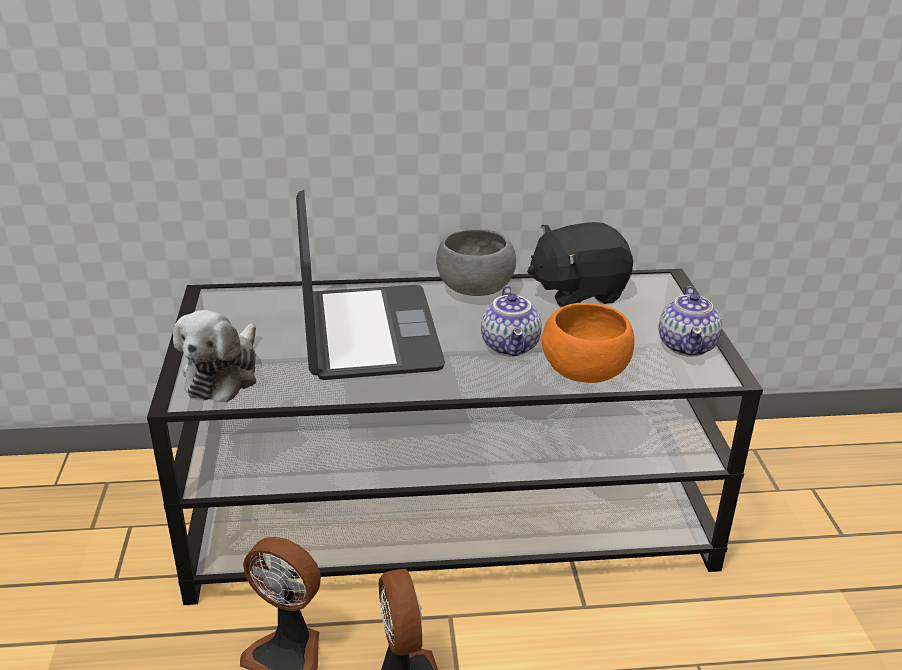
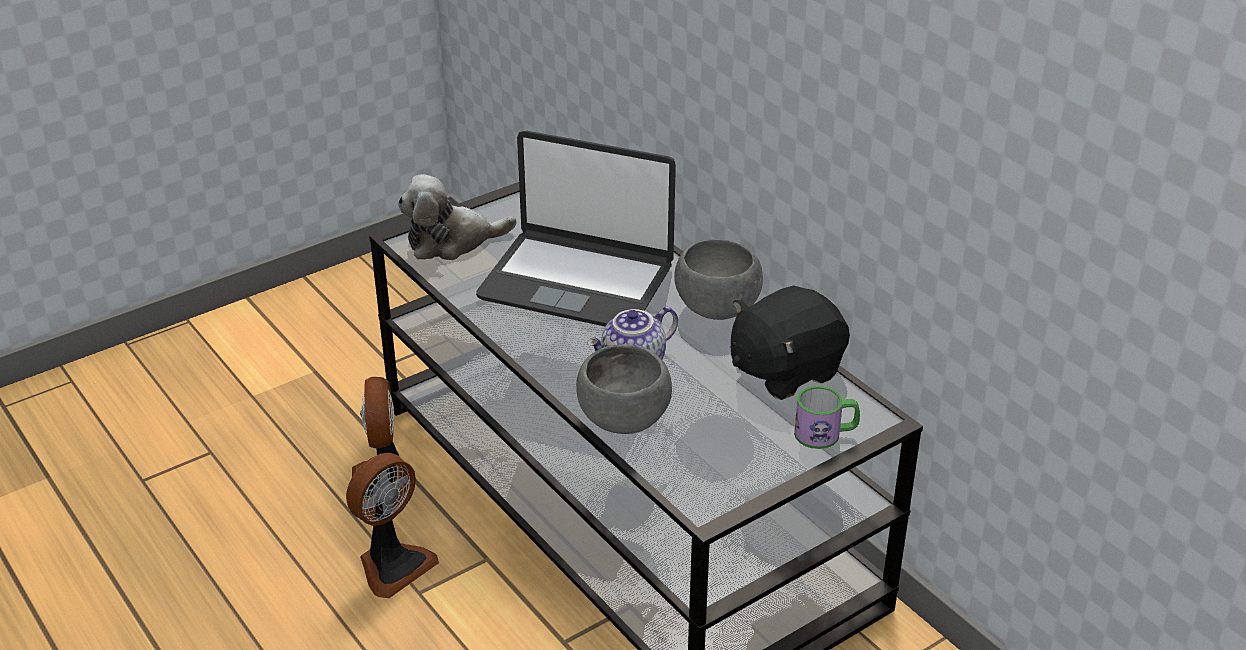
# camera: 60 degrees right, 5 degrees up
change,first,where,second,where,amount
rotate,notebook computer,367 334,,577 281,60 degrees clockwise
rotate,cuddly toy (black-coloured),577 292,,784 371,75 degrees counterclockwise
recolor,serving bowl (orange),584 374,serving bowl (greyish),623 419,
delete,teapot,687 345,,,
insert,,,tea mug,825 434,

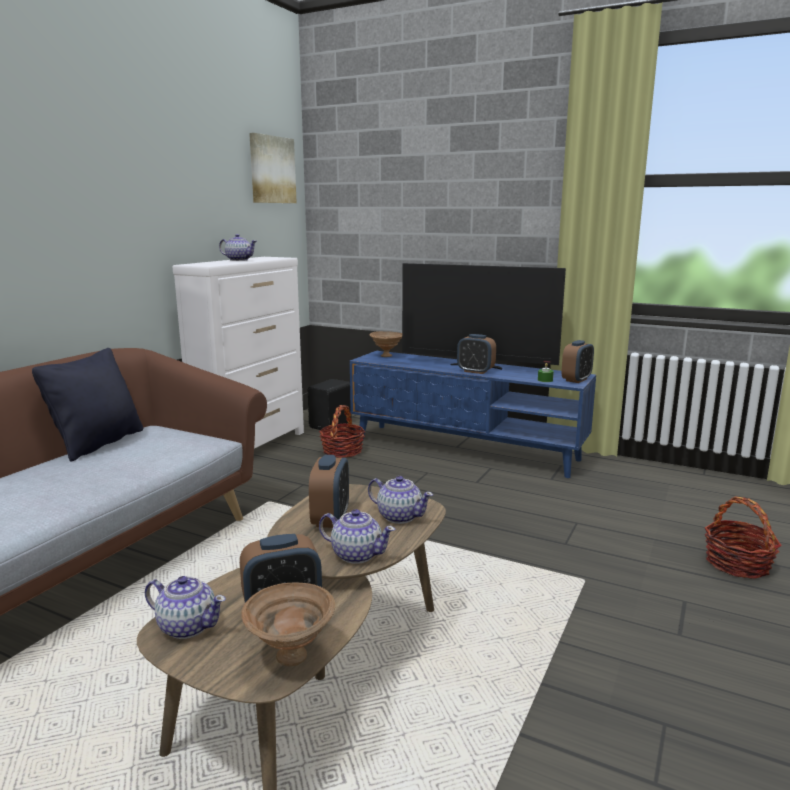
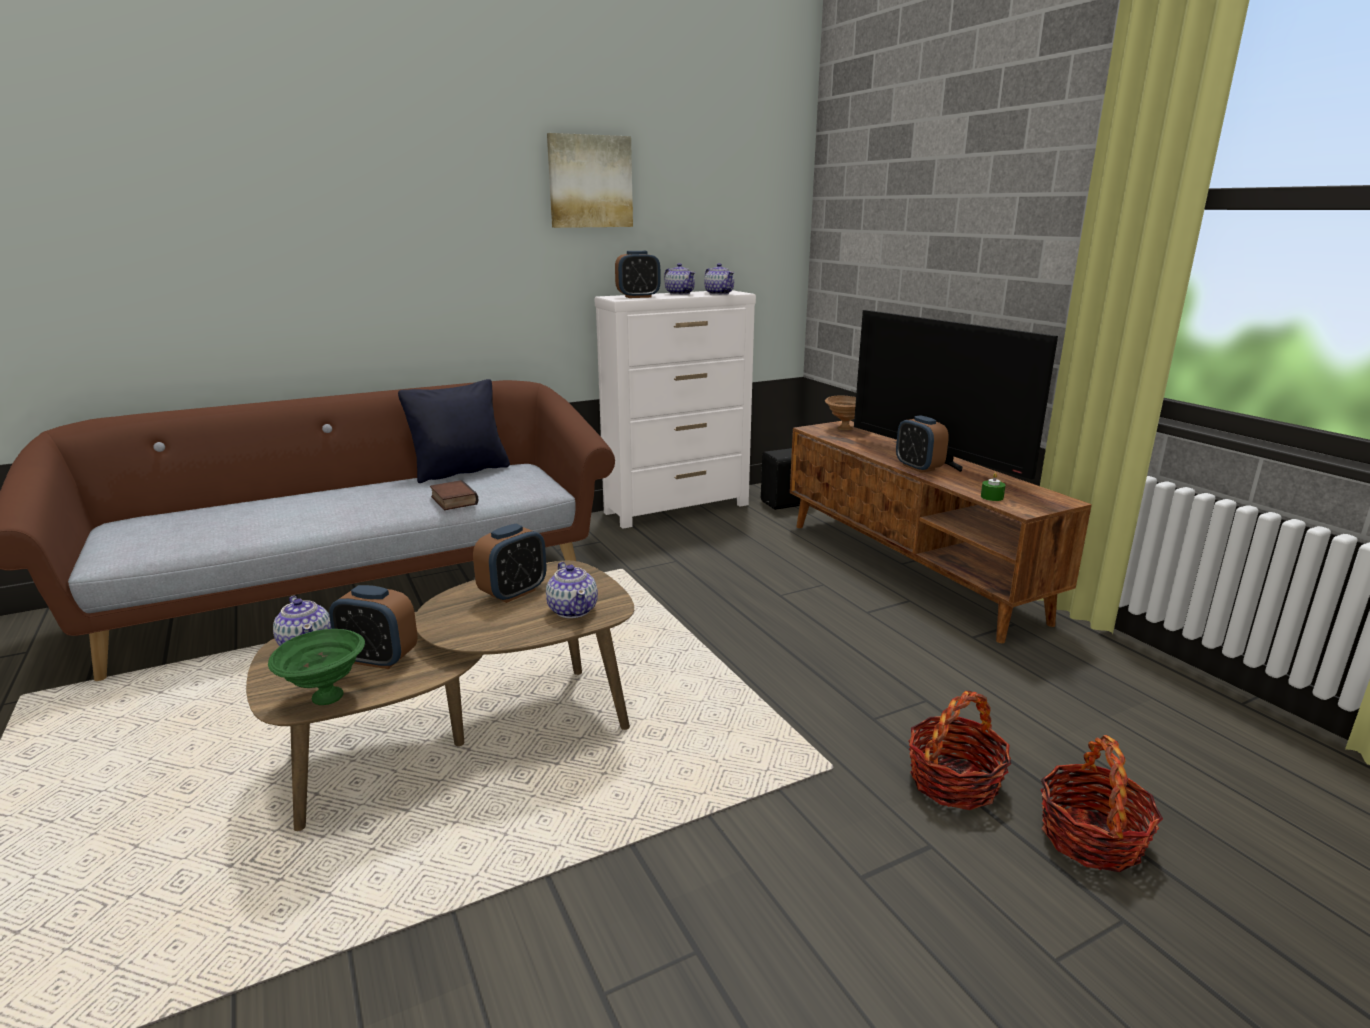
# camera: 35 degrees right, 5 degrees up
change,first,where,second,where,amount
recolor,serving bowl (brown),292 658,serving bowl (greenish),325 698,
move,picture,271 170,,590 182,
move,basket,342 451,,953 782,
move,teapot,356 554,,719 293,
recolor,media console (bluish),466 449,media console (brown),910 569,
move,bedside clock,576 380,,638 297,
insert,,,book,452 500,

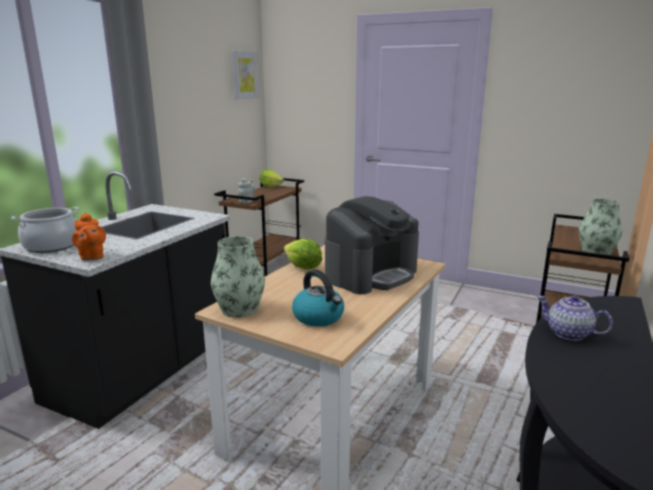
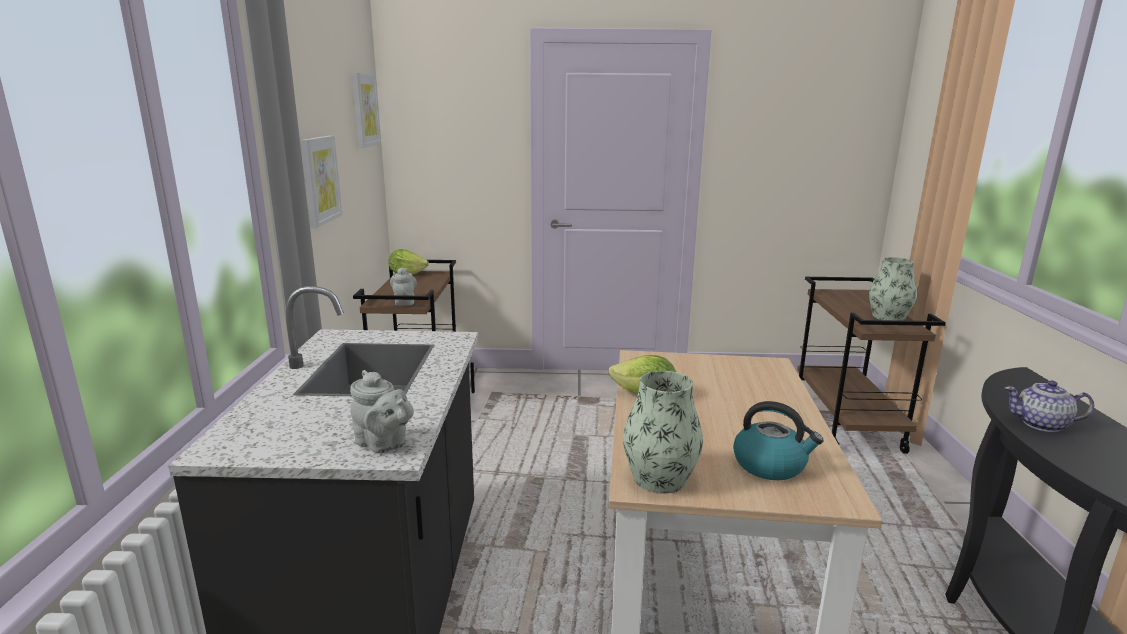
# camera: 25 degrees left, 0 degrees up
change,first,where,second,where,amount
delete,stockpot,52 246,,,
recolor,teapot (orange),91 257,teapot (greyish),384 444,
delete,coffee maker,371 274,,,
insert,,,picture,320 180,

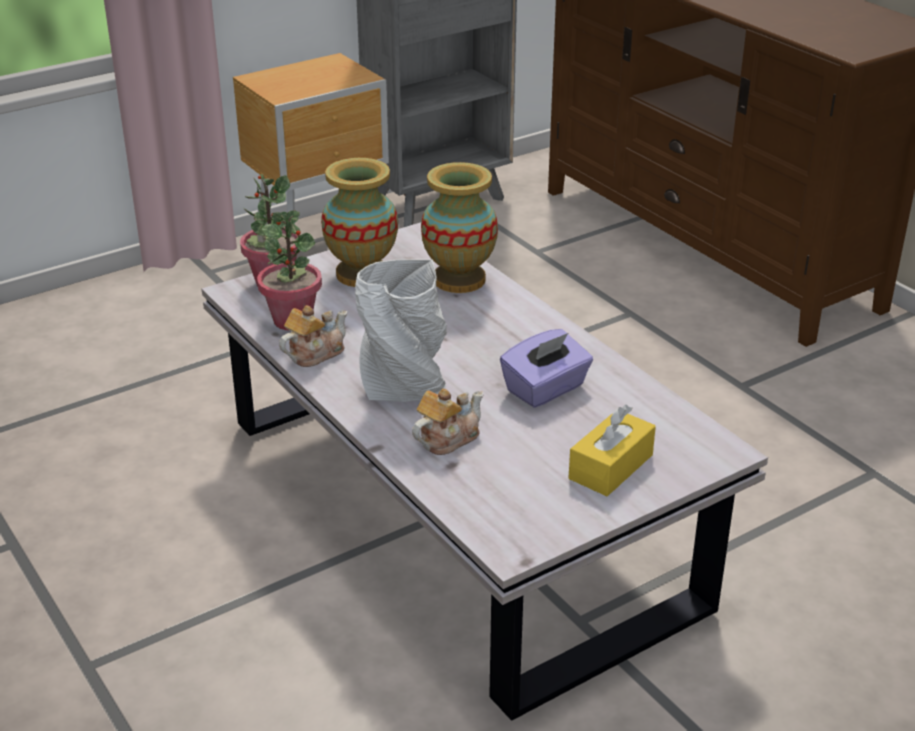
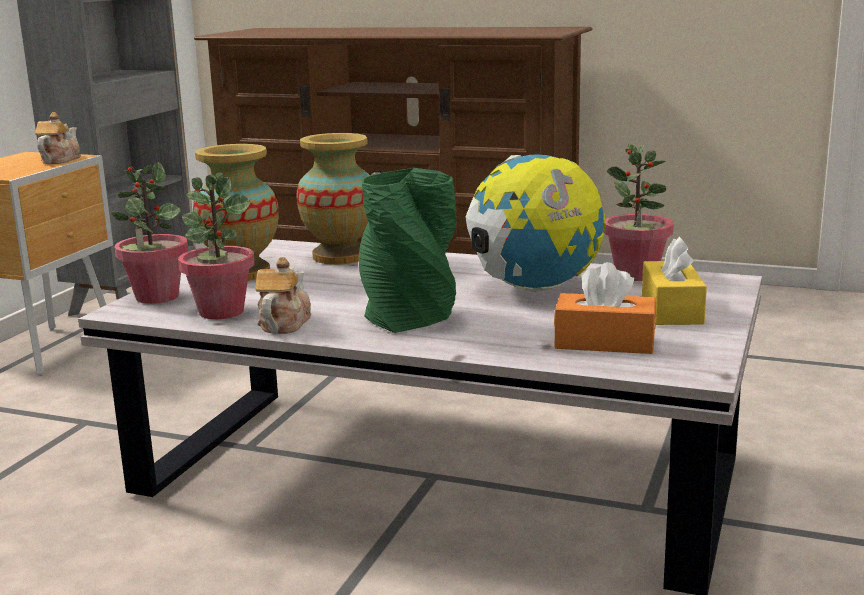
# camera: 35 degrees left, 15 degrees down
change,first,where,second,where,amount
recolor,flower vase (greyish),404 386,flower vase (greenish),411 318,
move,teapot,447 439,,59 160,
replace,box of tissues (purple-coloured),546 389,globe,534 288,
insert,,,box of tissues (orange),604 342,
insert,,,plant in a pot,636 275,

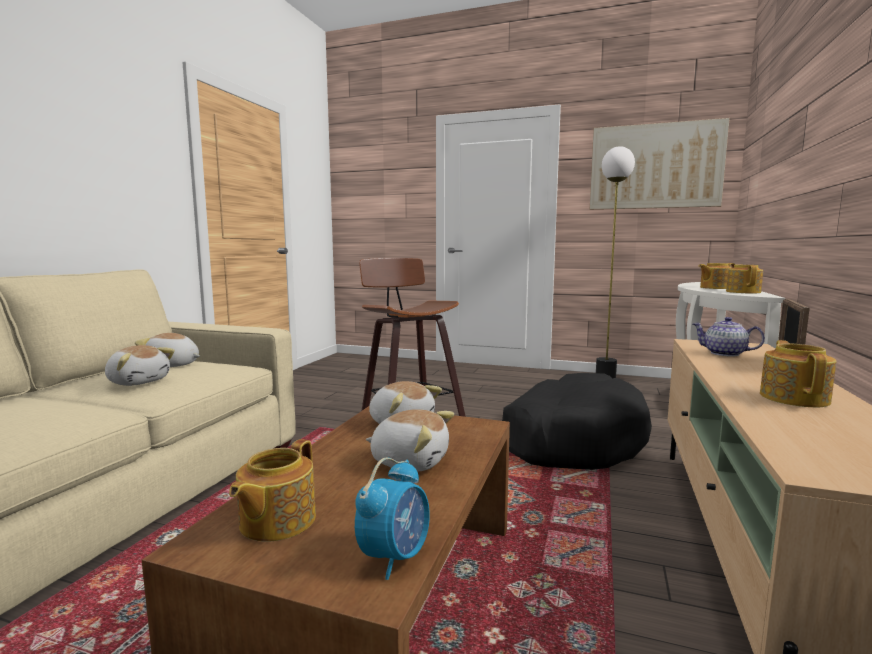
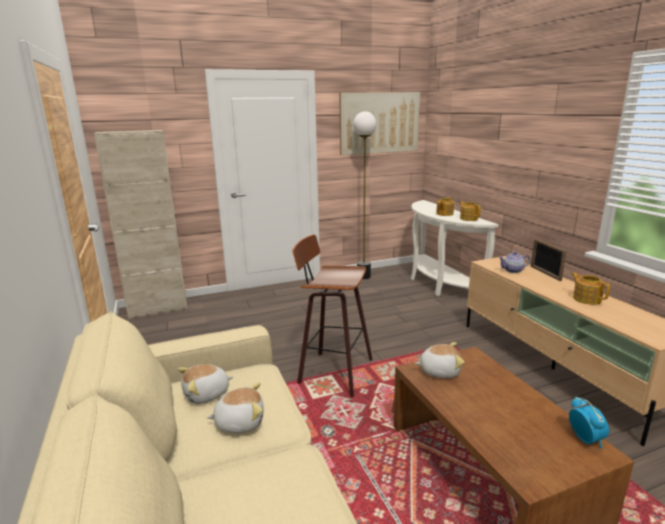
# camera: 40 degrees left, 10 degrees up
change,first,where,second,where,amount
delete,teapot,276 521,,,
delete,cuddly toy,410 461,,,
delete,dog cushion (black-coloured),571 439,,,
insert,,,cupboard (beige-coloured),158 308,

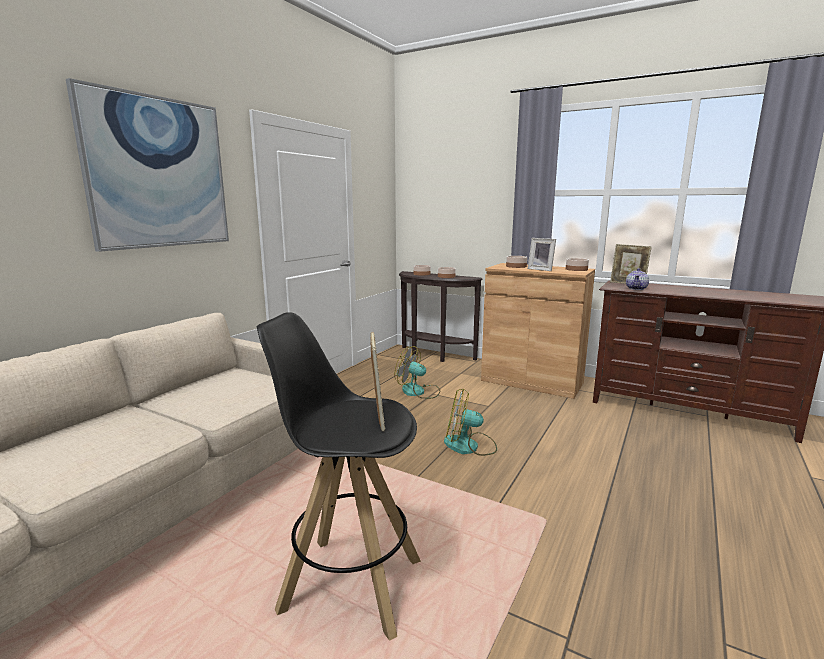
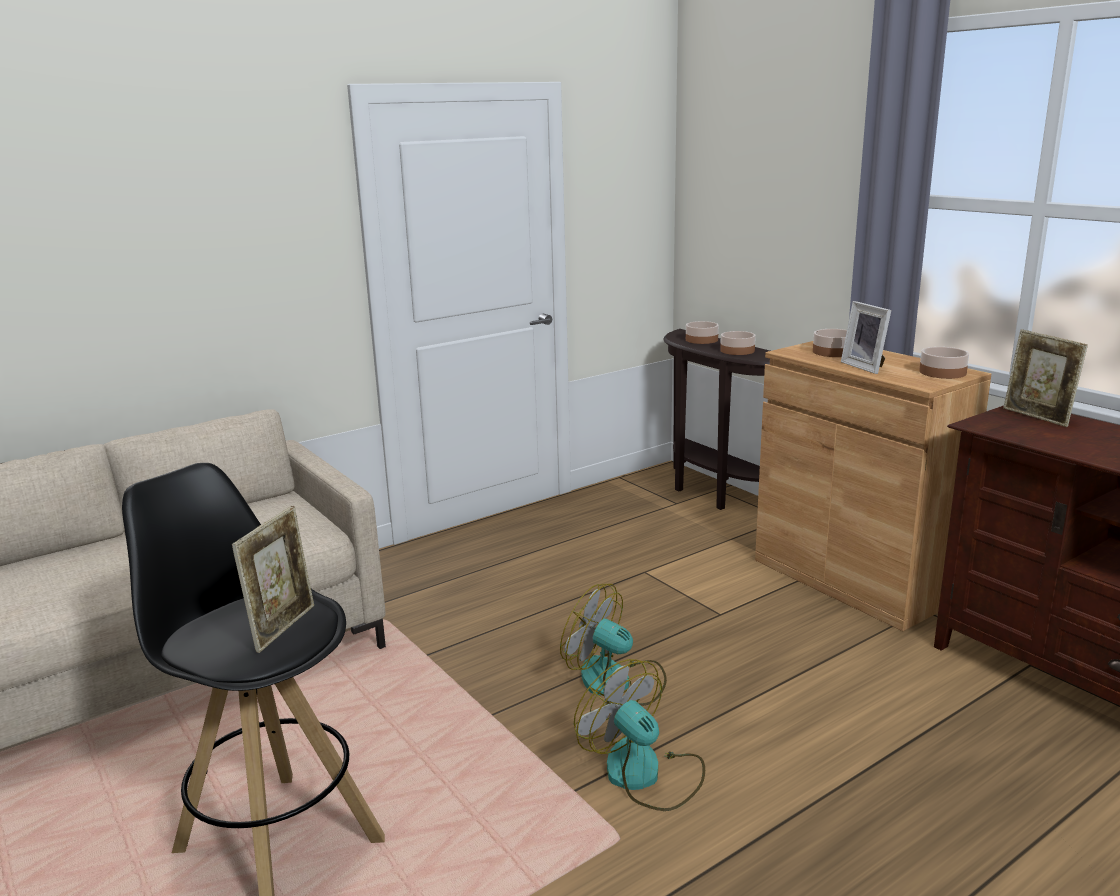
# camera: 25 degrees right, 5 degrees up
change,first,where,second,where,amount
delete,picture,158 173,,,
move,fan,418 392,,644 775,
delete,teapot,636 288,,,

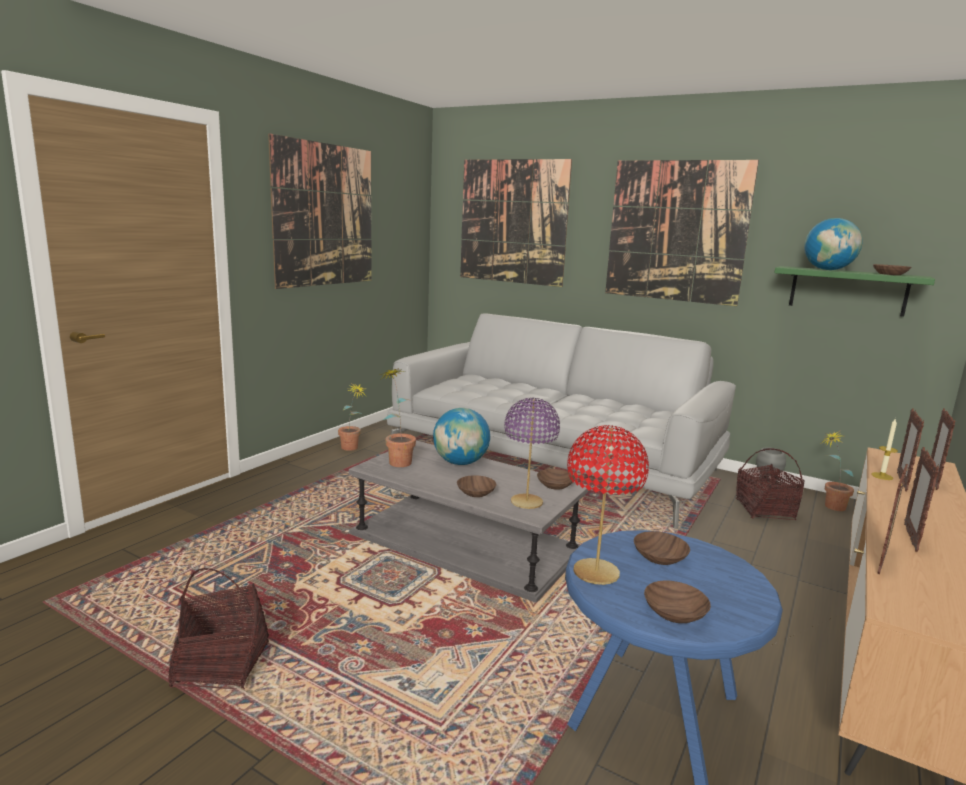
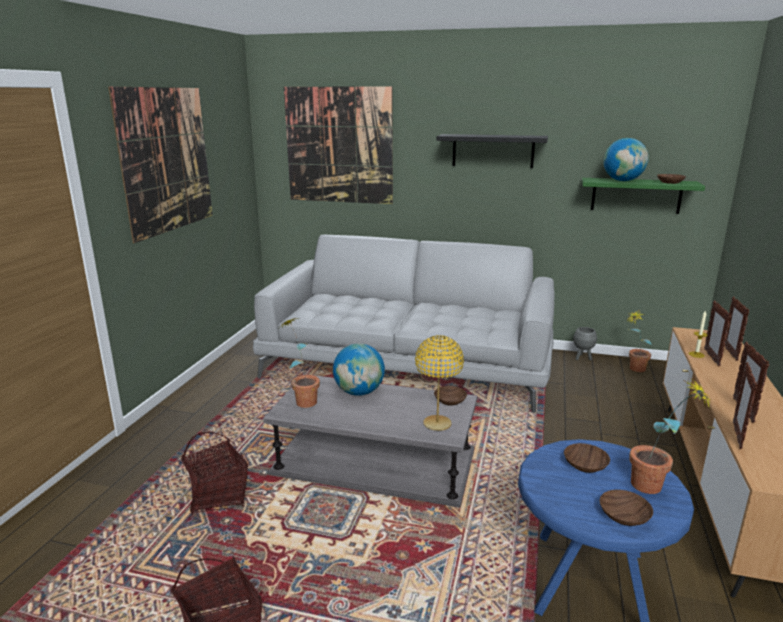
# camera: 15 degrees left, 5 degrees up
change,first,where,second,where,amount
move,plant in a pot,351 449,,656 488,
delete,serving bowl (brown),476 493,,,
recolor,lamp for a table (purple-coloured),526 502,lamp for a table (yellow-coloured),437 424,
delete,lamp for a table (reddish),596 573,,,
replace,picture,676 231,wall shelf (black-coloured),493 151,
move,basket,764 510,,218 496,

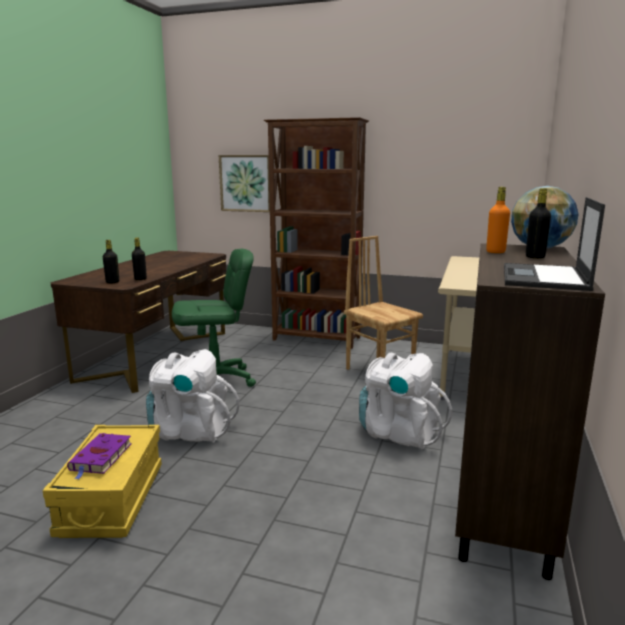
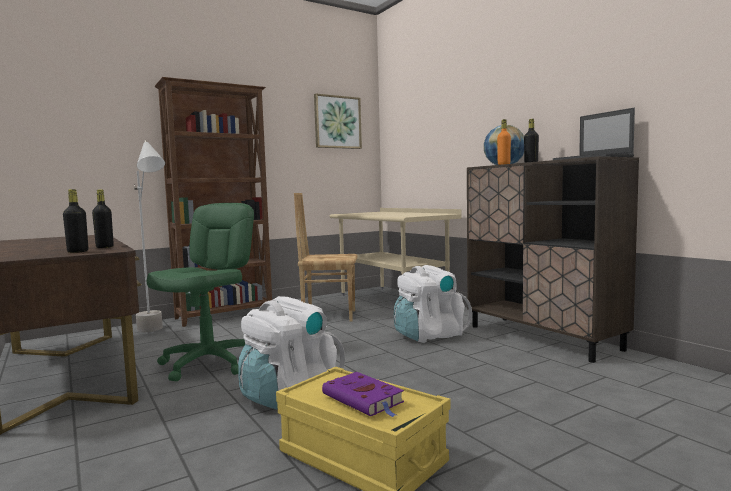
# camera: 50 degrees left, 10 degrees down
change,first,where,second,where,amount
move,picture,246 183,,337 122,
insert,,,standard lamp (greyish),156 333,

